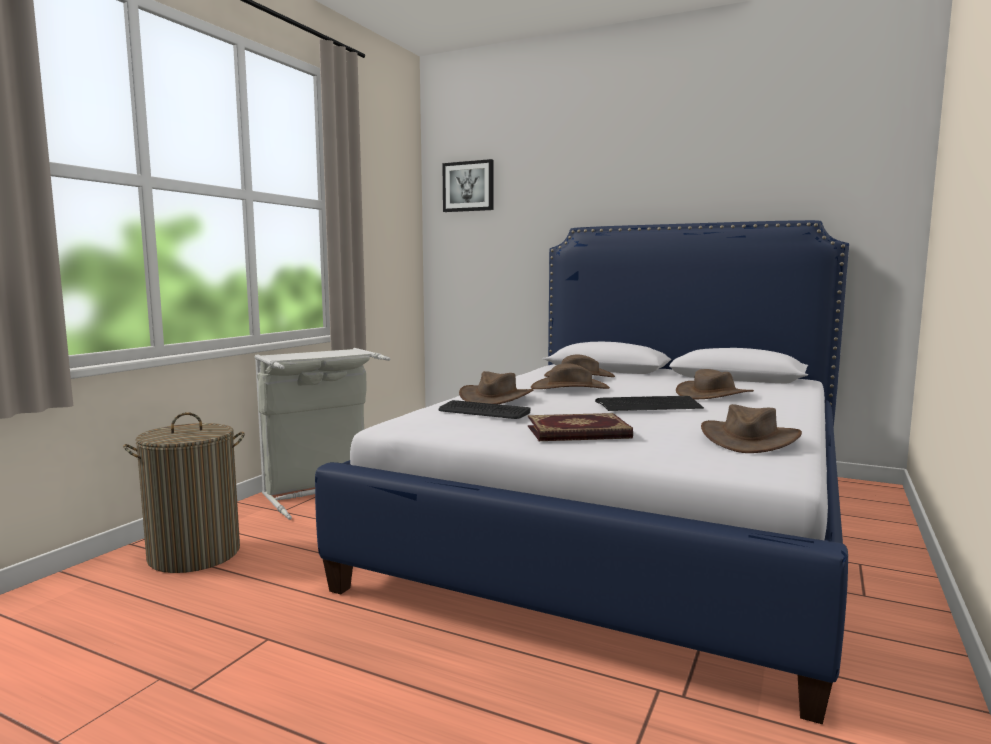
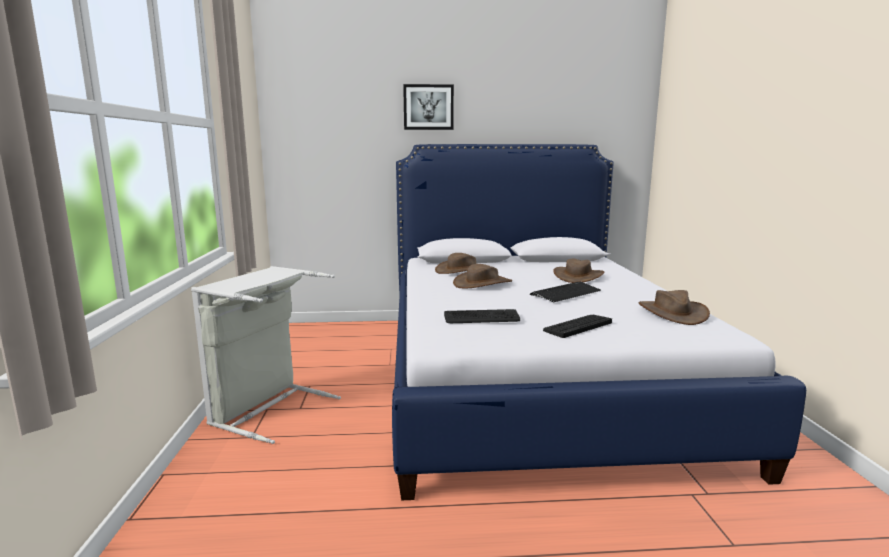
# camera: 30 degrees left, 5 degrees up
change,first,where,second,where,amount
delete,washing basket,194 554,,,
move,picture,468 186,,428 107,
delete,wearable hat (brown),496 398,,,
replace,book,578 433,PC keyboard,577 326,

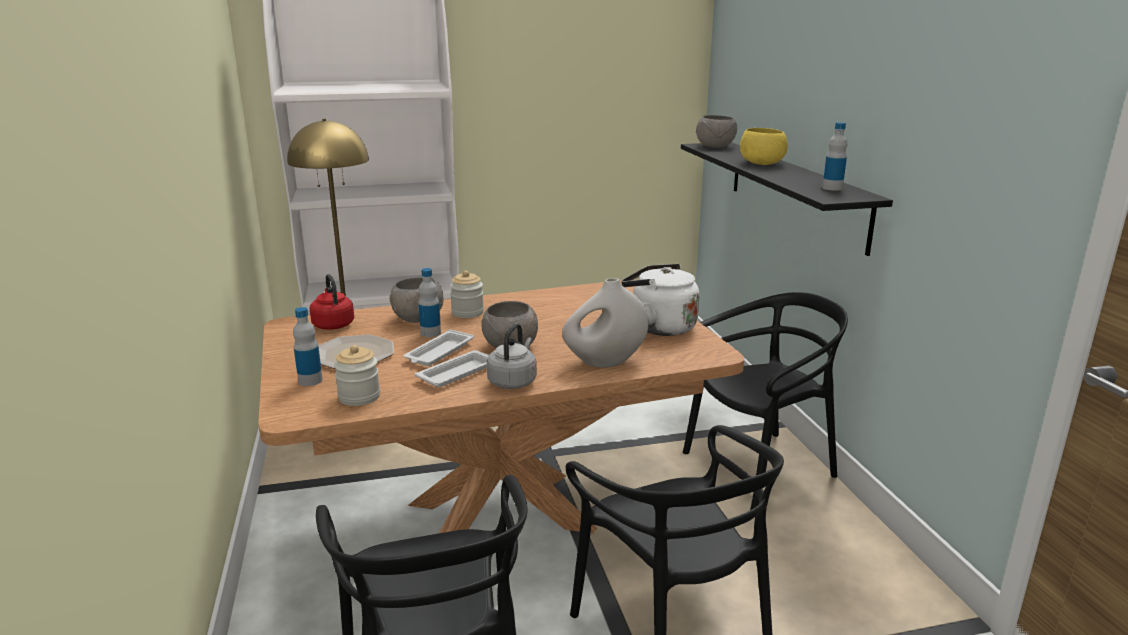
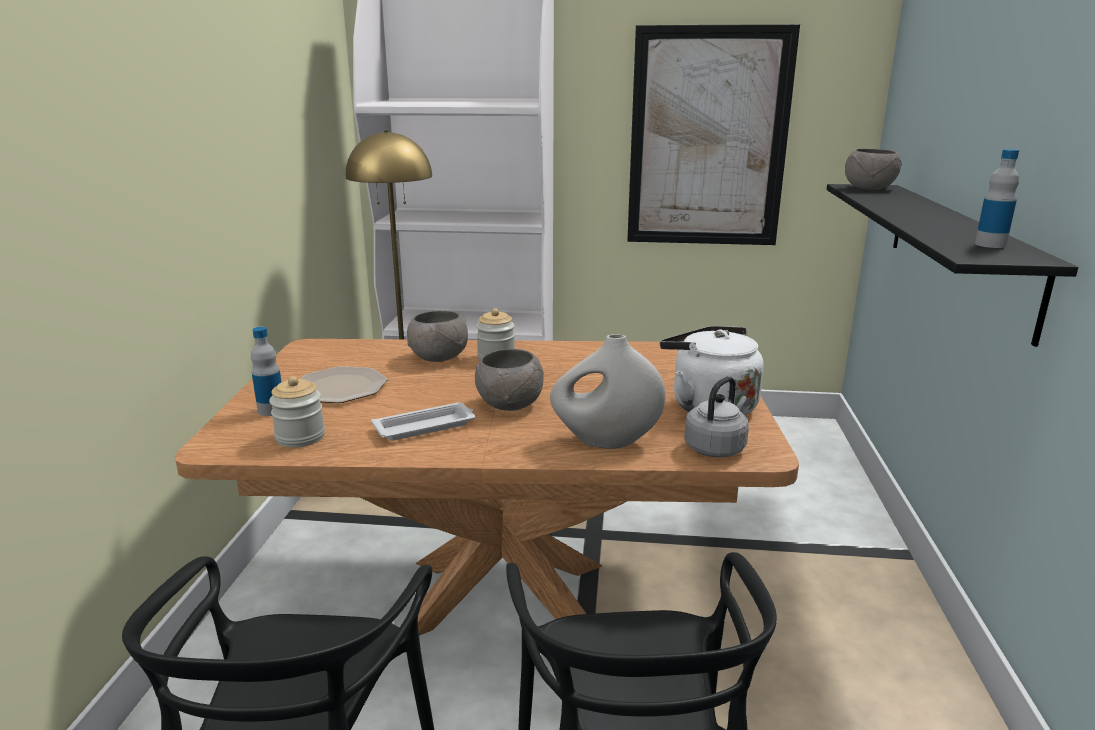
# camera: 20 degrees right, 0 degrees up
change,first,where,second,where,amount
delete,tea kettle (reddish),333 324,,,
delete,carrying tray (white),439 353,,,
delete,drink bottle,430 333,,,
move,tea kettle (greyish),513 381,,716 447,
delete,upright chair (black-coloured),759 468,,,
delete,serving bowl (yellow-coloured),762 163,,,
insert,,,picture,708 139,

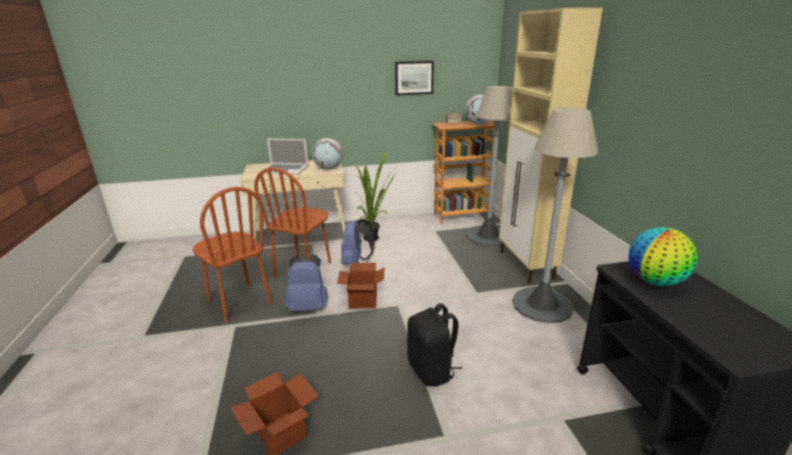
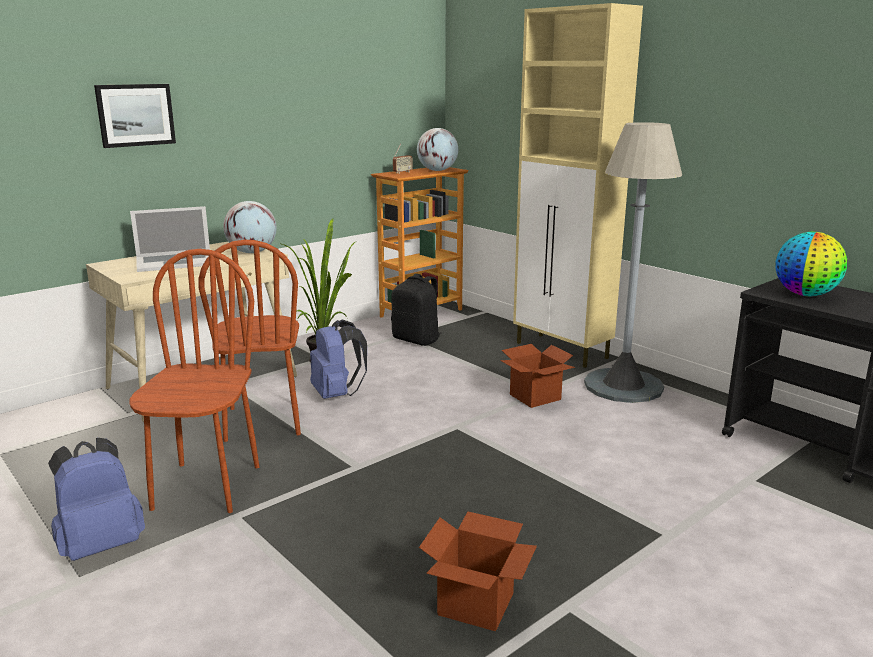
# camera: 30 degrees left, 5 degrees down
change,first,where,second,where,amount
rotate,upright chair (brown),239 303,,206 487,105 degrees counterclockwise
move,knapsack (bluish),308 306,,101 545,
move,cardboard box,363 301,,535 397,
move,picture,414 78,,135 115,
move,knapsack (black-coloured),432 370,,417 340,
delete,standard lamp (greyish),488 236,,,

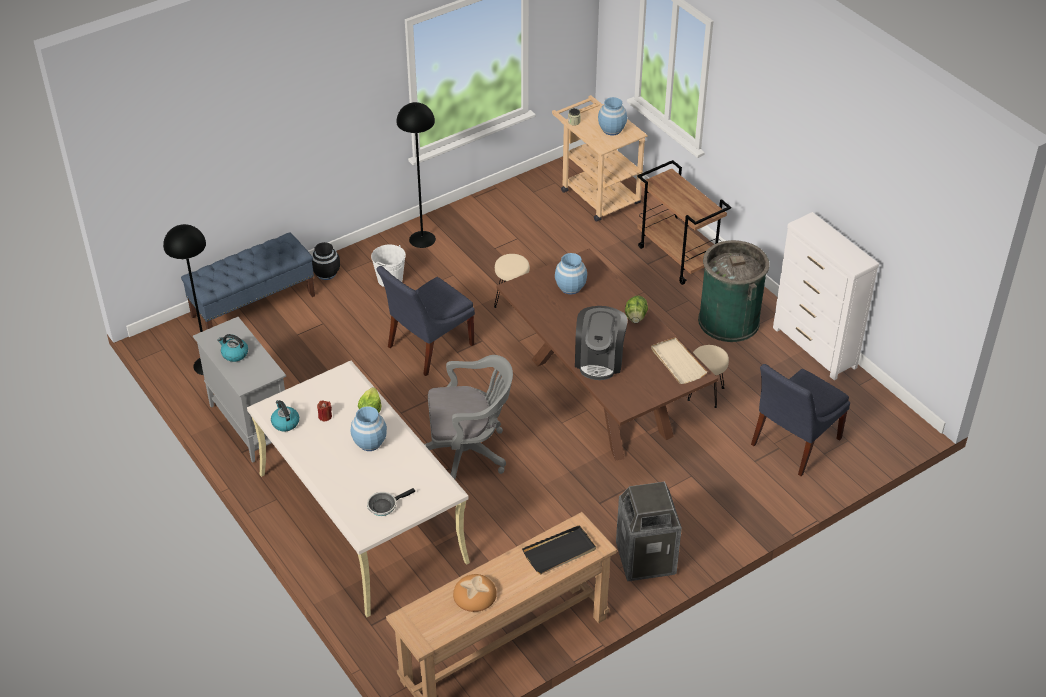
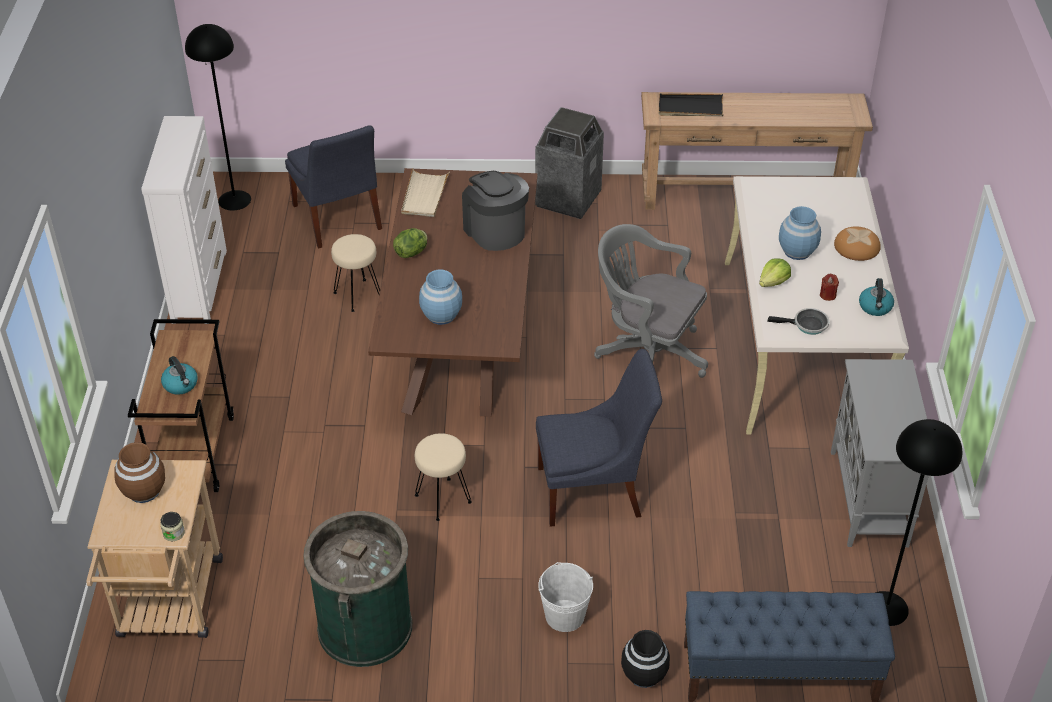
# camera: 145 degrees left, 0 degrees up
change,first,where,second,where,amount
move,tea kettle,234 354,,181 385,
move,frying pan,384 505,,807 325,
move,standard lamp (black-coloured),422 239,,234 200,
move,bread,474 595,,857 247,
rotate,coffee maker,599 360,,495 231,75 degrees counterclockwise
recolor,flower vase (bluish),612 130,flower vase (brown),144 491,
move,waste bin (greenish),729 321,,364 627,
rotate,upright chair (bluish),793 443,,337 220,75 degrees clockwise

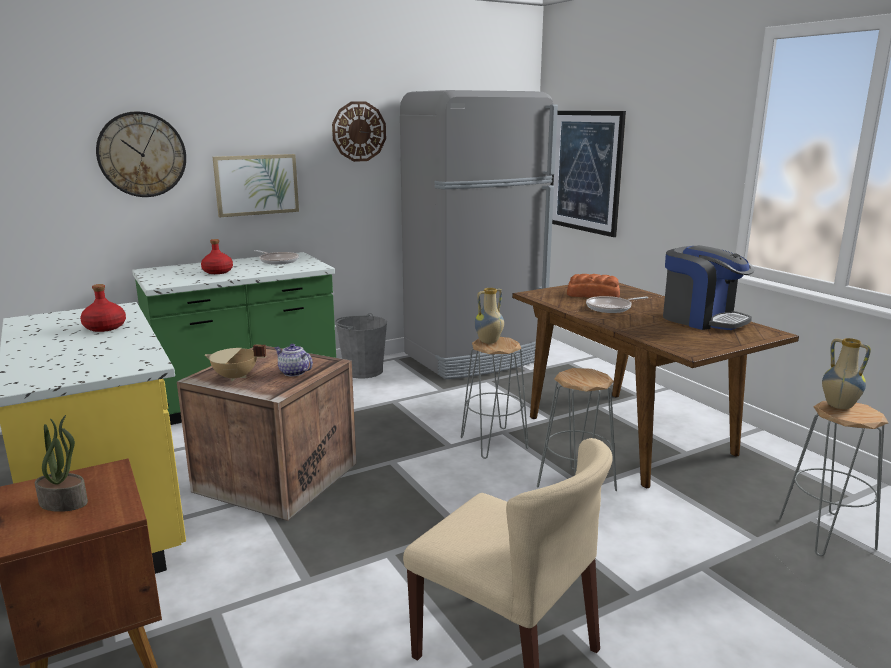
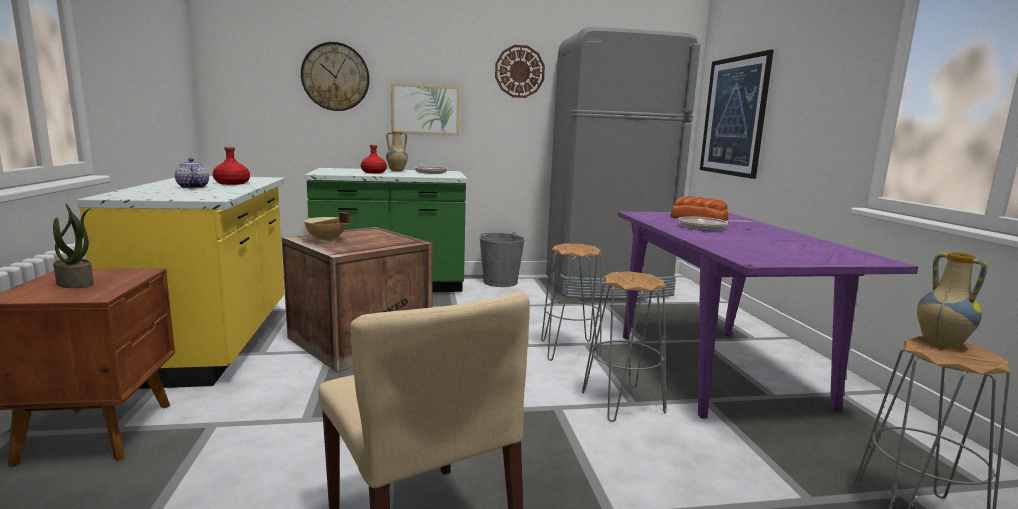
# camera: 20 degrees right, 5 degrees down
change,first,where,second,where,amount
move,teapot,293 372,,192 187,
move,flower vase,489 342,,396 171,
recolor,kitchen table (brown),629 435,kitchen table (purple-coloured),718 369,
delete,coffee maker,702 319,,,

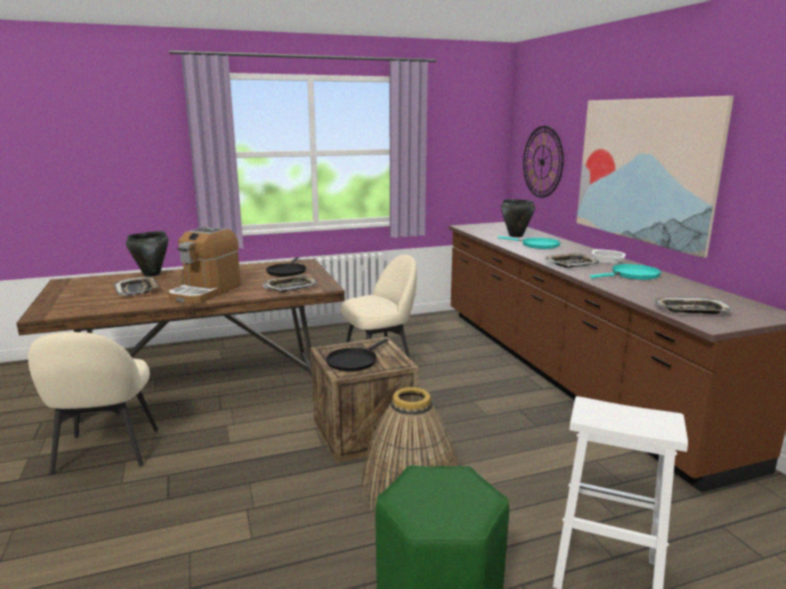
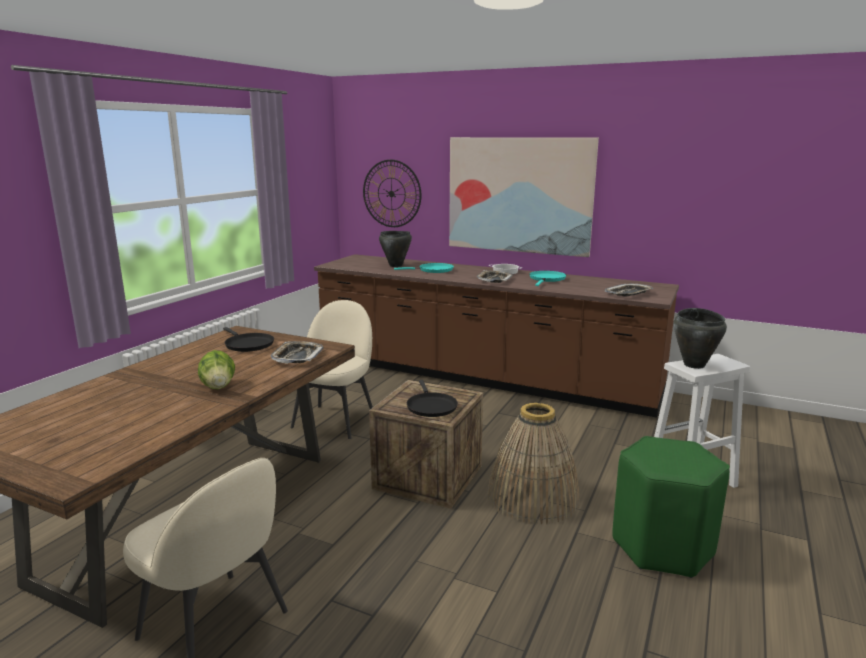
# camera: 45 degrees left, 0 degrees up
change,first,where,second,where,amount
delete,carrying tray,137 290,,,
move,stockpot (black-coloured),152 274,,694 365,
replace,coffee maker,205 292,lettuce,218 387,

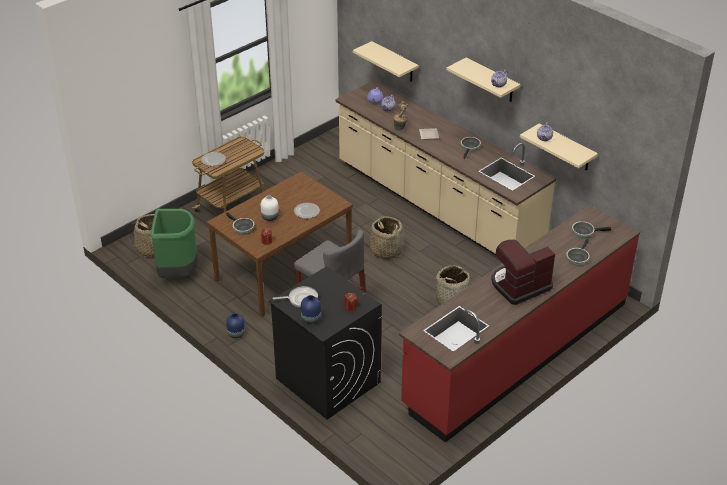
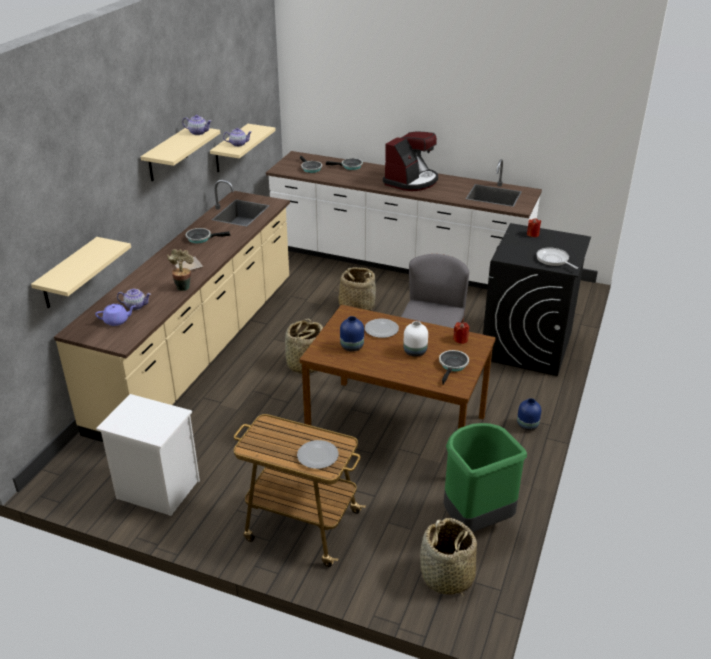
# camera: 115 degrees left, 5 degrees down
change,first,where,second,where,amount
move,flower vase (bluish),310 318,,352 347,
recolor,kitchen base unit (reddish),517 353,kitchen base unit (white),398 263,
rotate,coffee maker,519 285,,411 181,90 degrees counterclockwise
insert,,,nightstand (white),156 490,

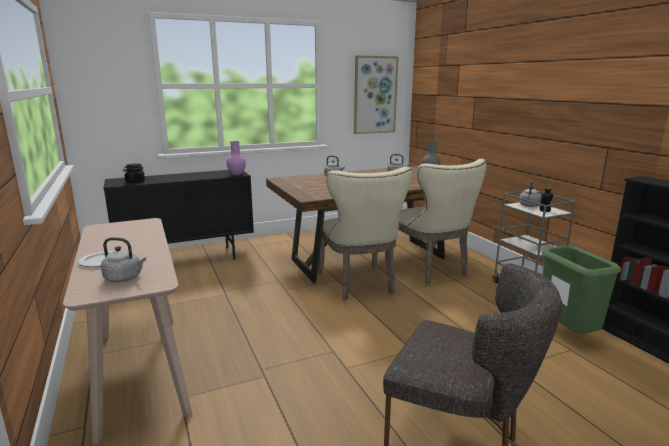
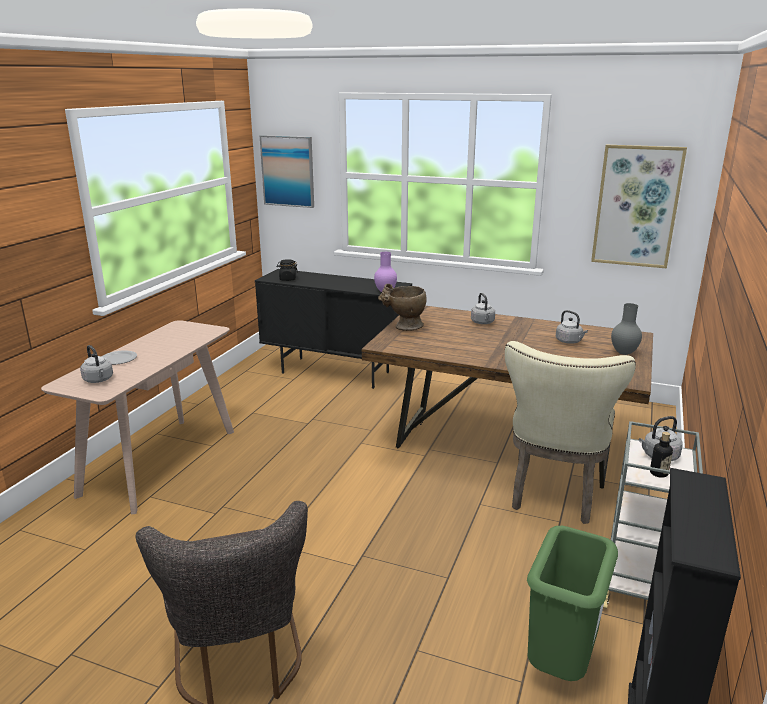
# camera: 45 degrees right, 5 degrees up
change,first,where,second,where,amount
delete,upright chair (beige-coloured),359 284,,,
insert,,,picture,288 171,
insert,,,flower vase (beige-coloured),404 327,

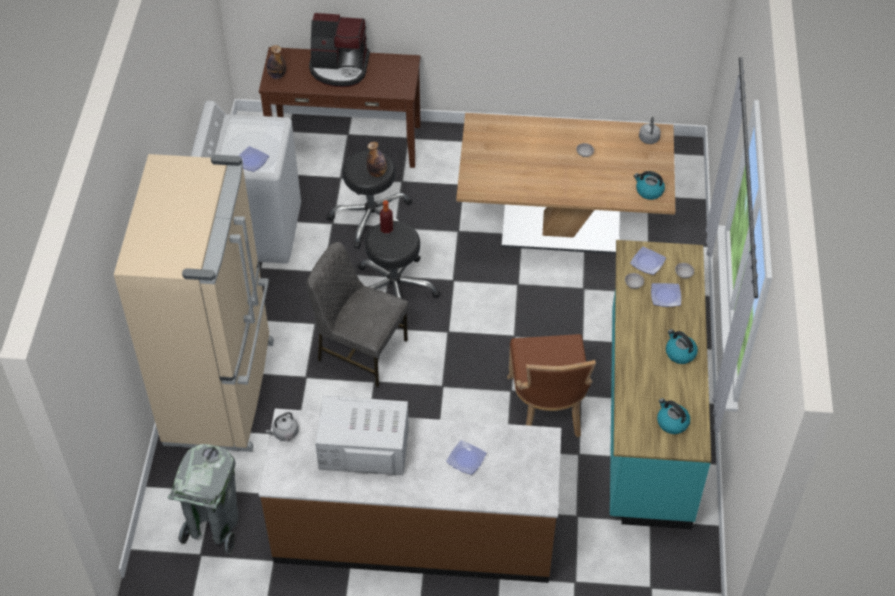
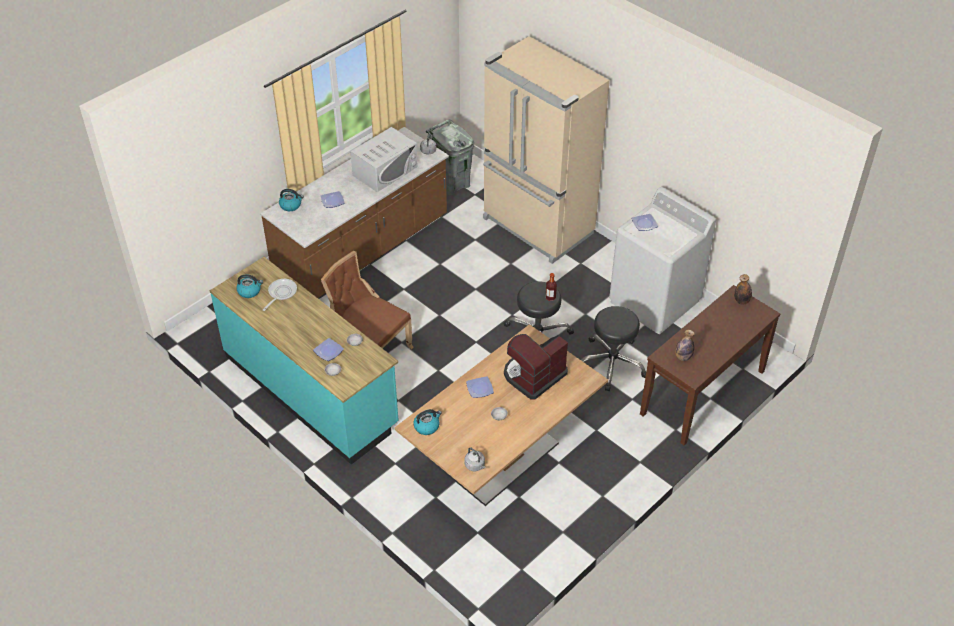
# camera: 130 degrees right, 5 degrees down
change,first,where,second,where,amount
delete,upright chair (greyish),360 350,,,
move,coffee maker,339 68,,533 375,
move,drink bottle,377 173,,683 357,
move,dinner plate,647 263,,479 388,
move,tea kettle,680 353,,291 205,
insert,,,frying pan,281 293,

